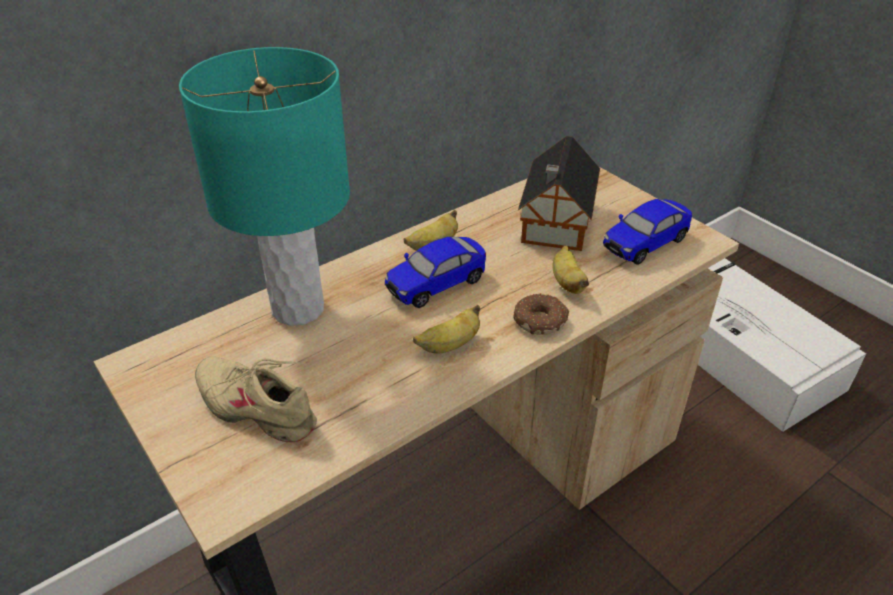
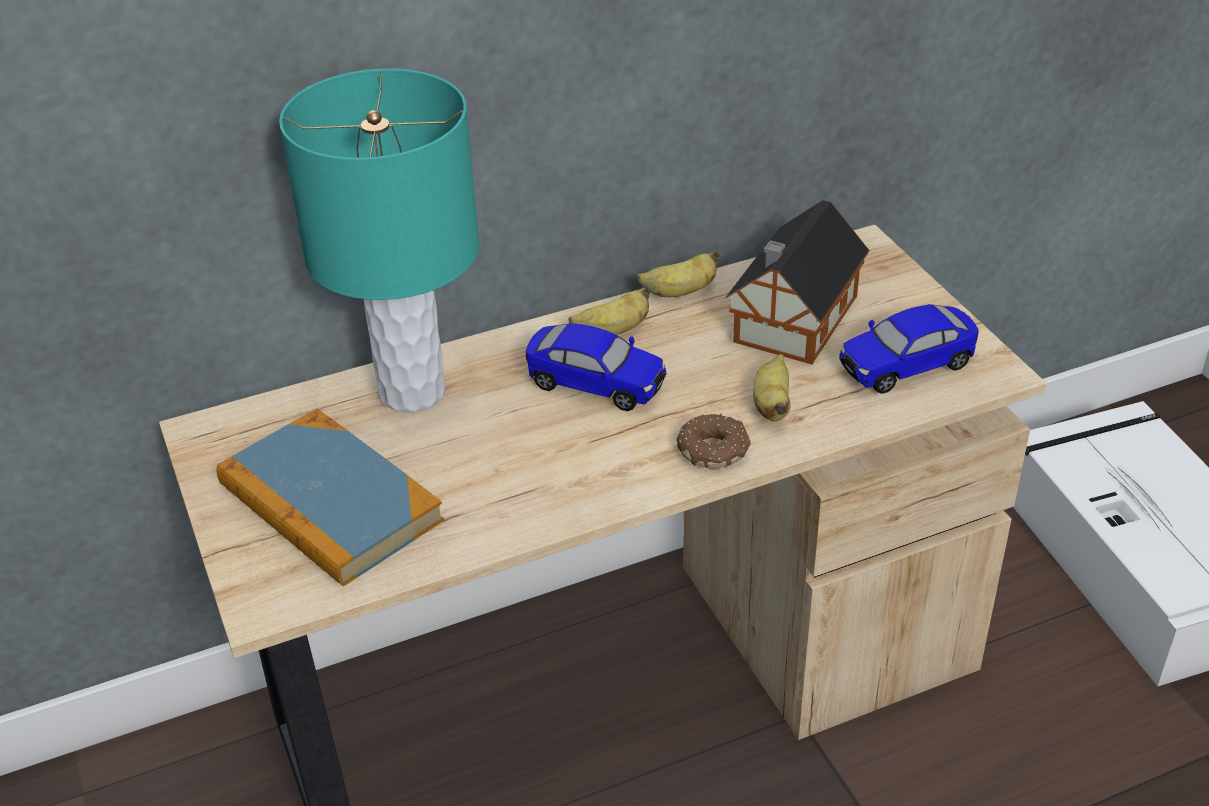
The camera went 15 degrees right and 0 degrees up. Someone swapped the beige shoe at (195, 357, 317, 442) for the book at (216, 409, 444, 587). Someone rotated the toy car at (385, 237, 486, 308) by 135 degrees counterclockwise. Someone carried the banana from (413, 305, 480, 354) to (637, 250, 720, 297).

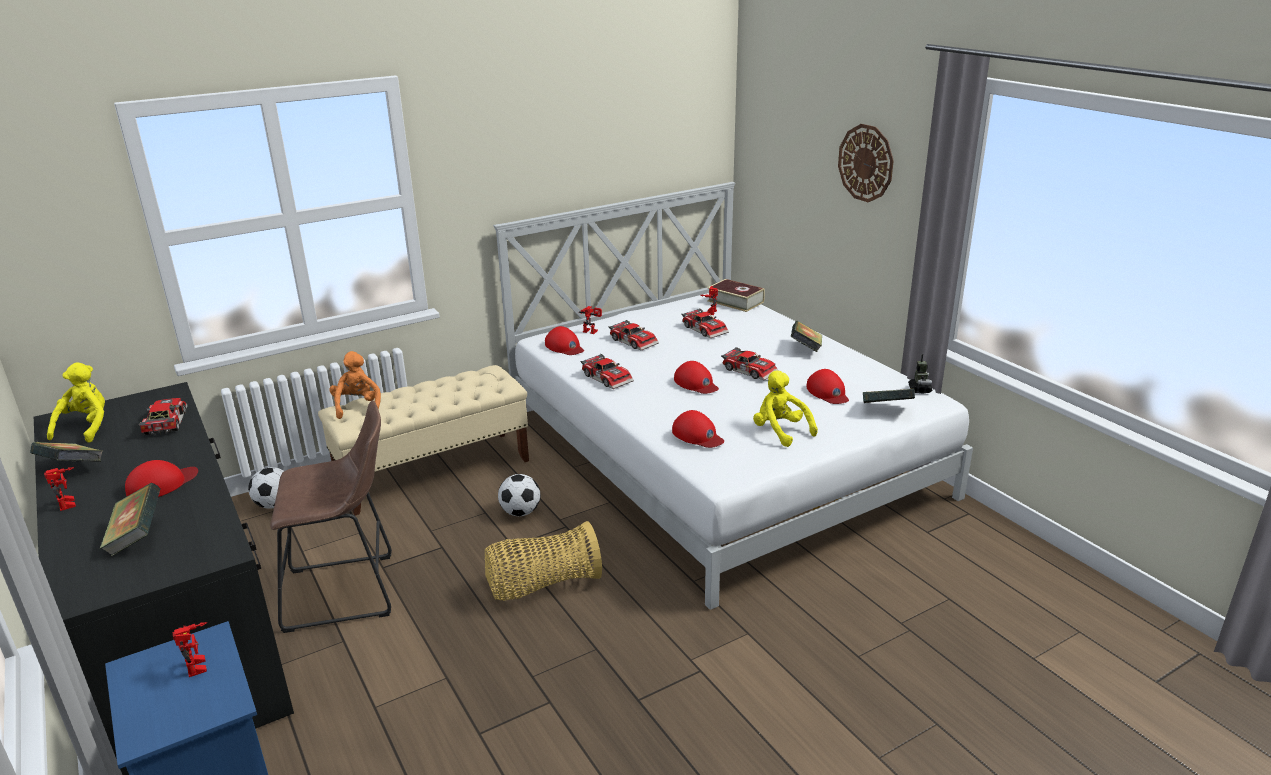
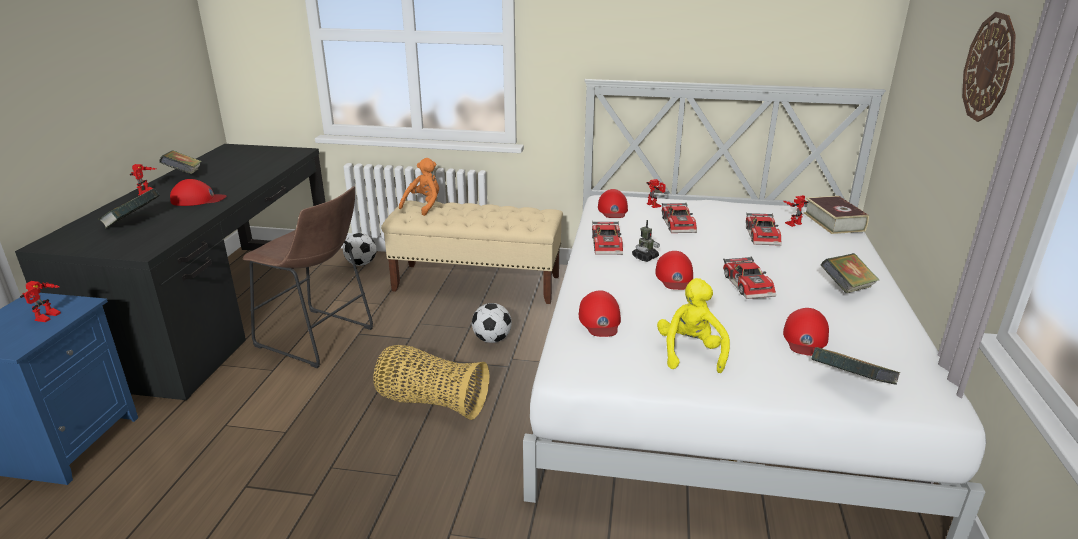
The camera went 40 degrees right and 0 degrees up. Someone took away the yellow plush toy at (47, 362, 105, 443). Someone took away the toy car at (138, 398, 188, 436). Someone carried the toy robot from (908, 354, 932, 393) to (632, 220, 660, 262).

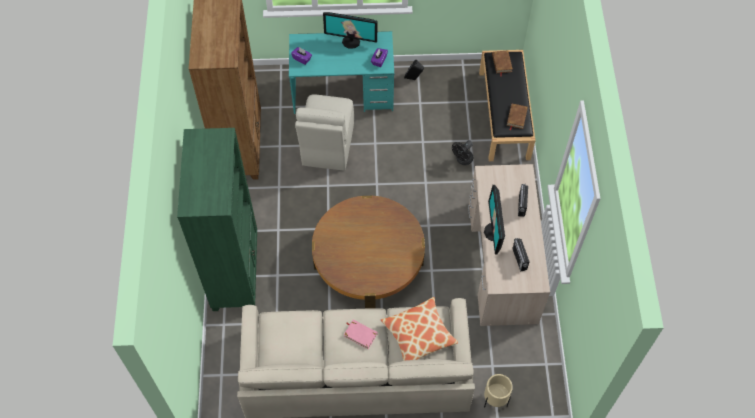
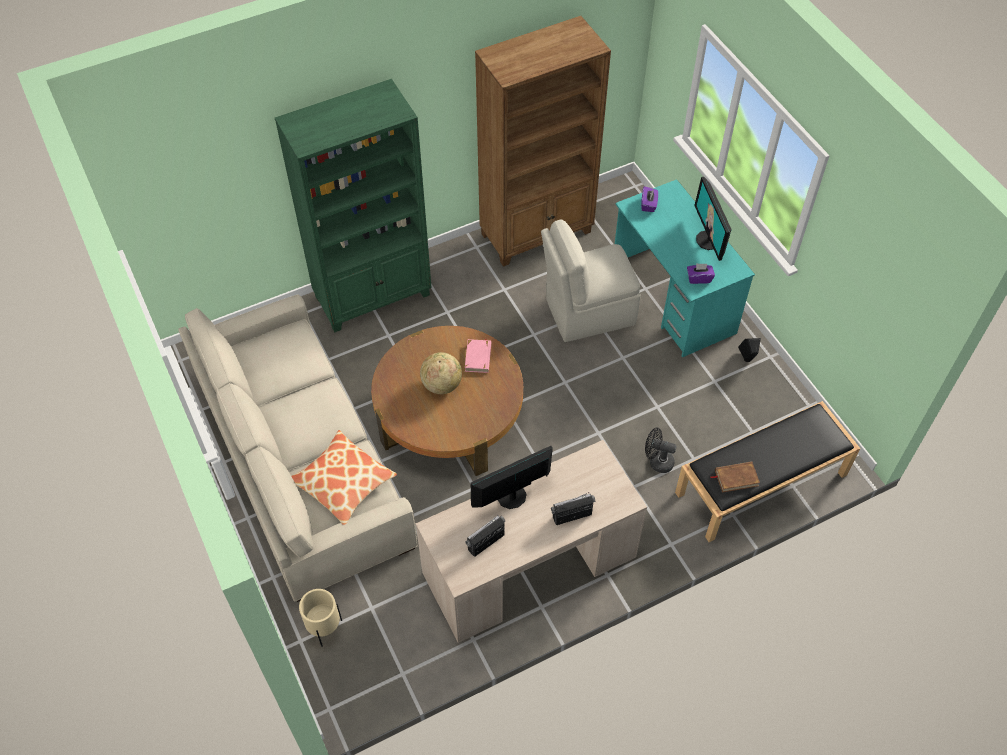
The camera went 65 degrees right and 5 degrees down. Someone carried the pink book from (344, 320, 378, 349) to (465, 339, 491, 373). Someone took away the brown book at (492, 50, 513, 77). Someone put down the globe at (420, 352, 462, 394).

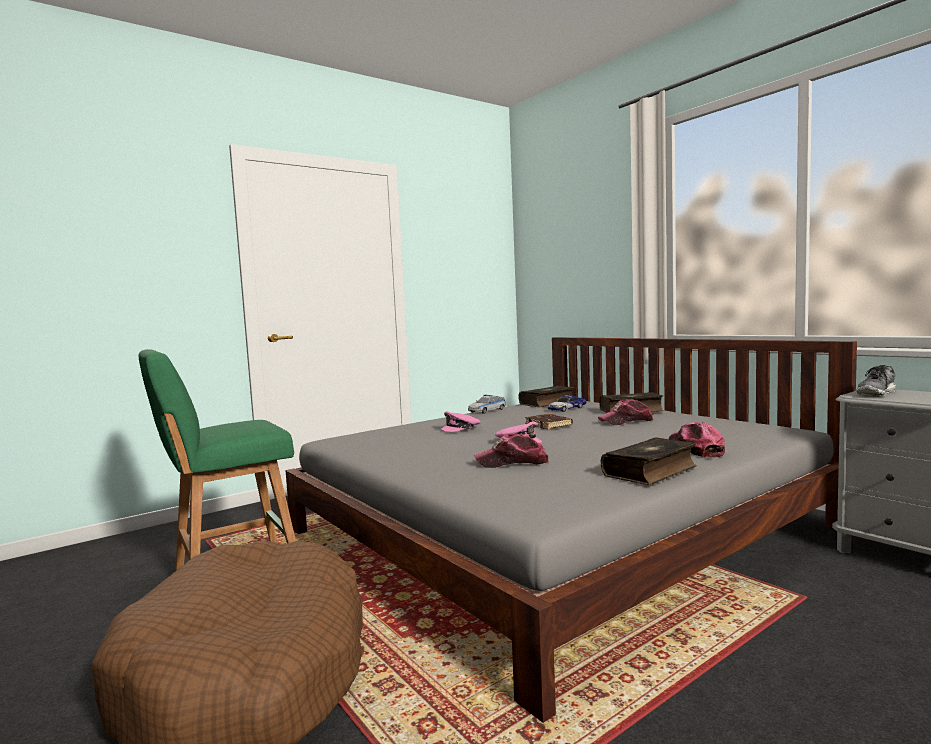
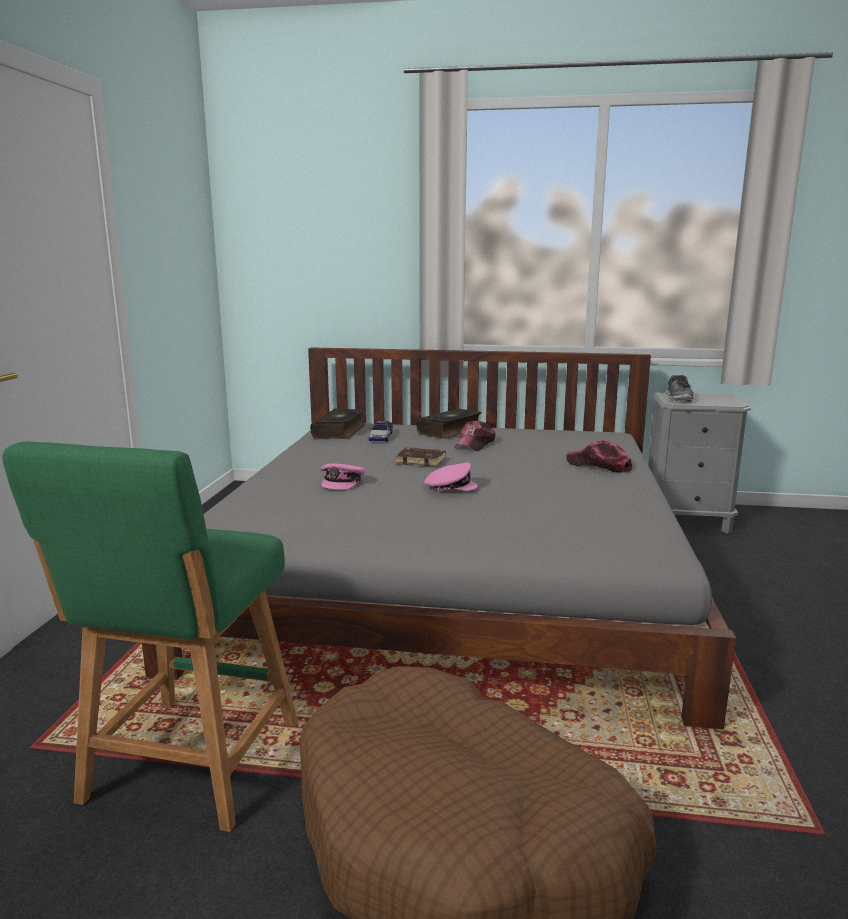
The camera went 45 degrees left and 10 degrees up. Someone took away the toy car at (468, 395, 507, 414). Someone took away the cap at (474, 434, 549, 468). Someone took away the book at (601, 437, 697, 485).

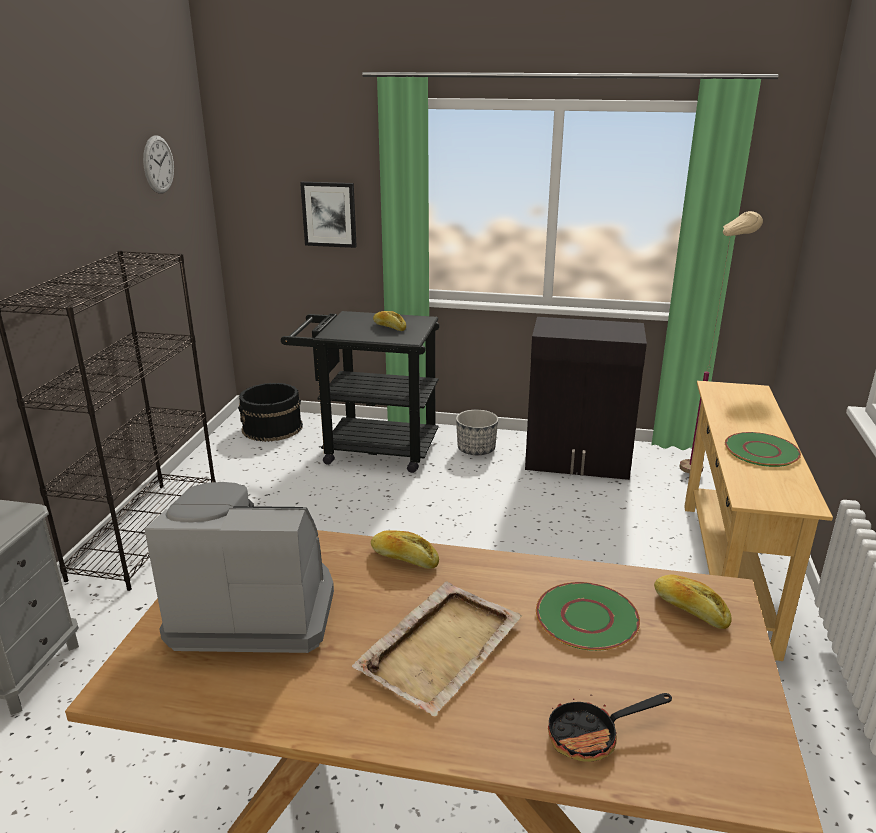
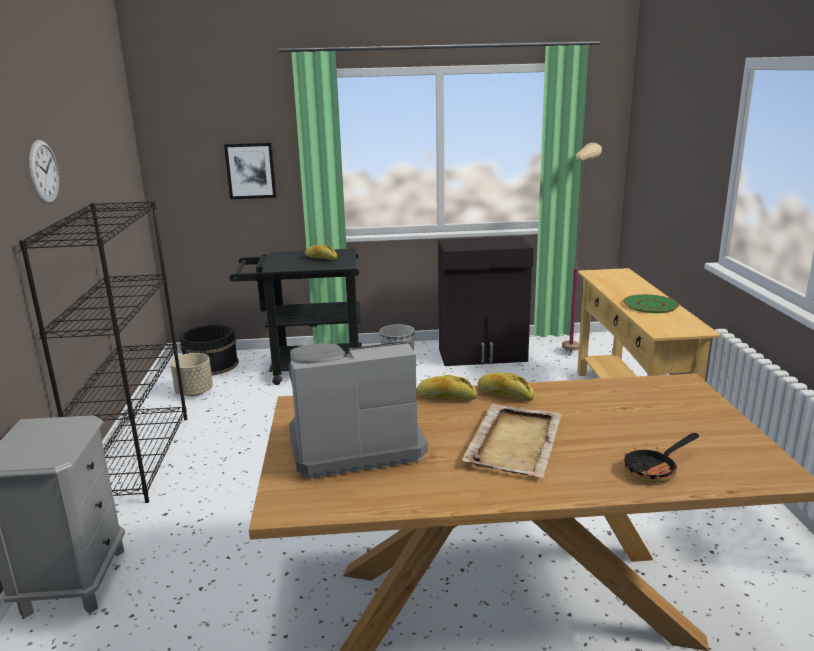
The camera went 15 degrees left and 5 degrees down. Someone carried the wall clock from (143, 135, 174, 194) to (29, 140, 59, 204). Someone took away the green plate at (536, 582, 640, 651). Someone carried the bread from (654, 575, 732, 629) to (478, 373, 534, 401). Someone put down the beige planter at (170, 353, 213, 396).

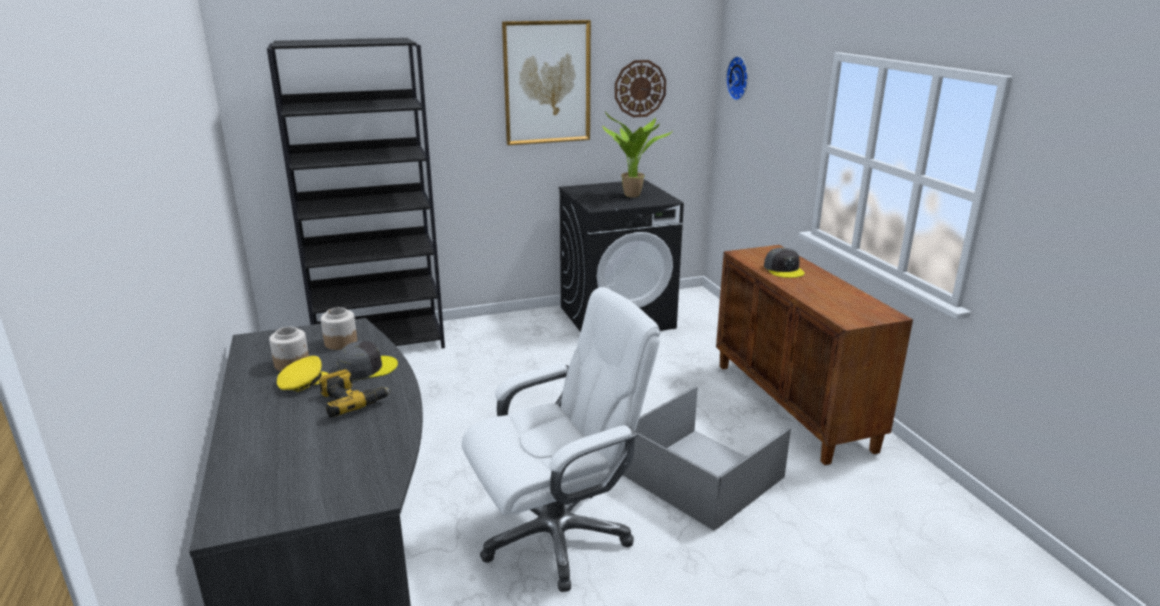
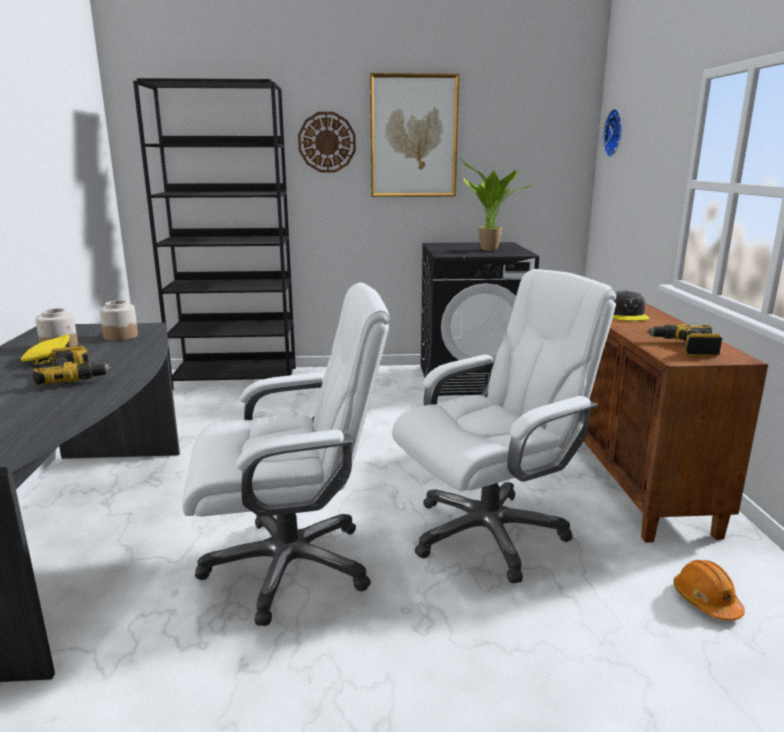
The camera went 15 degrees right and 5 degrees down. Someone took away the grey cap at (337, 341, 398, 380). Someone carried the wall clock from (615, 60, 666, 117) to (298, 112, 356, 172). Someone swapped the grey storage box at (623, 386, 791, 531) for the white office chair at (392, 269, 617, 583). Someone put down the power drill at (647, 324, 722, 357). Someone put down the orange hard hat at (673, 560, 745, 621).

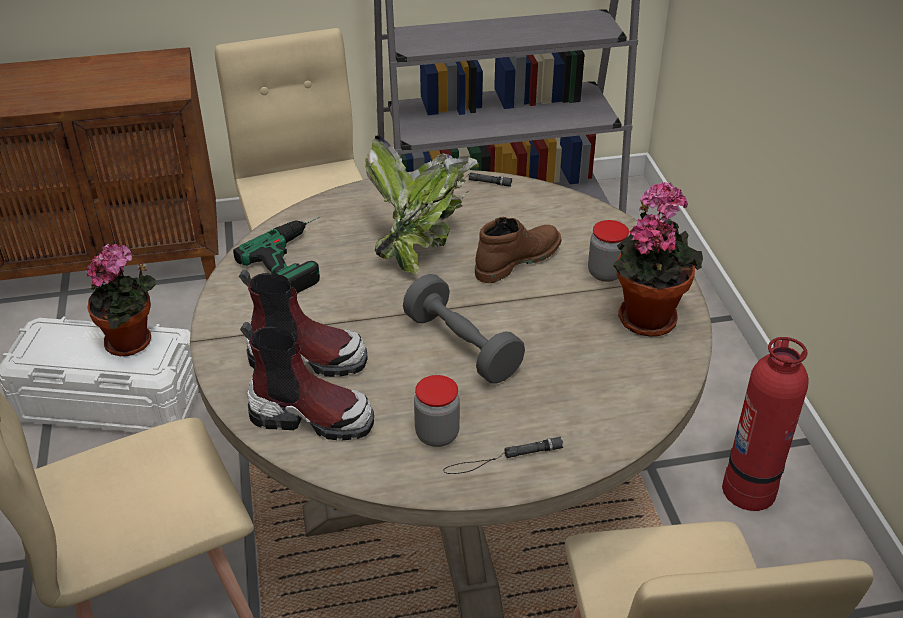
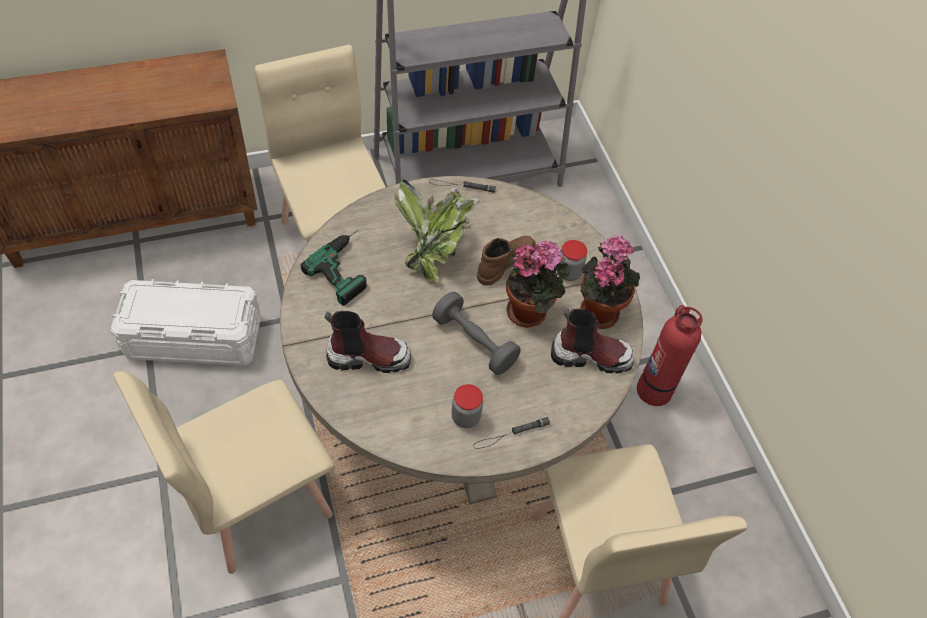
The camera went 10 degrees left and 15 degrees up. Someone carried the potted plant from (86, 244, 156, 356) to (506, 240, 571, 328). Someone carried the boot from (240, 322, 374, 440) to (551, 308, 634, 373).

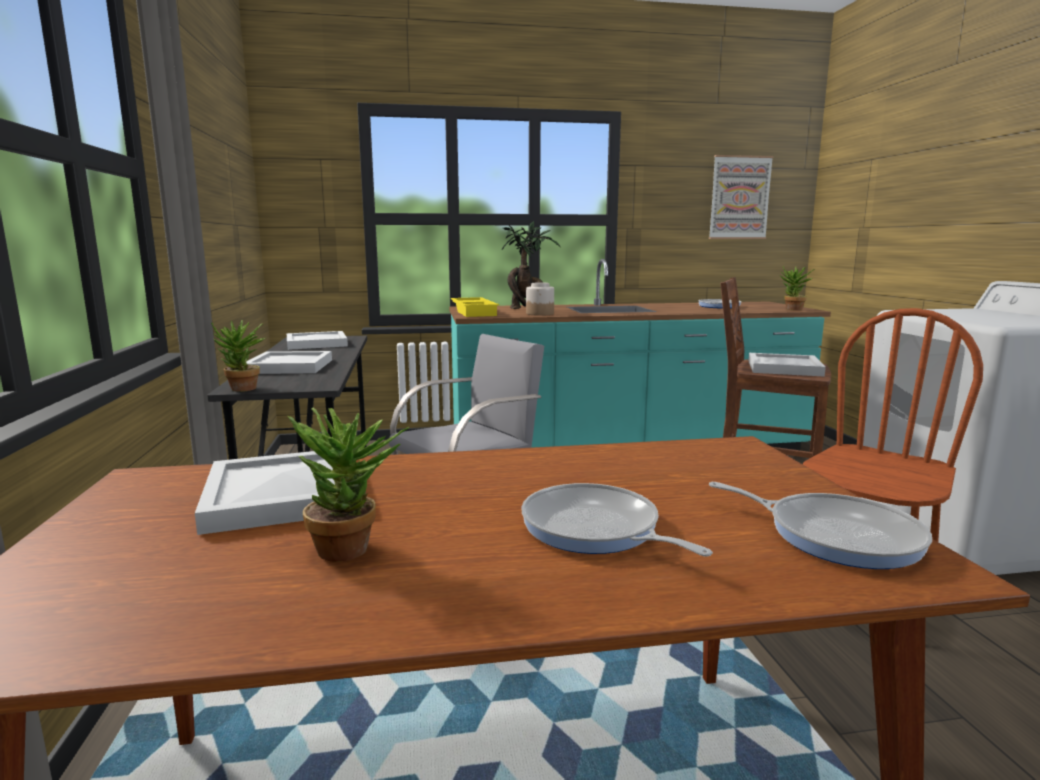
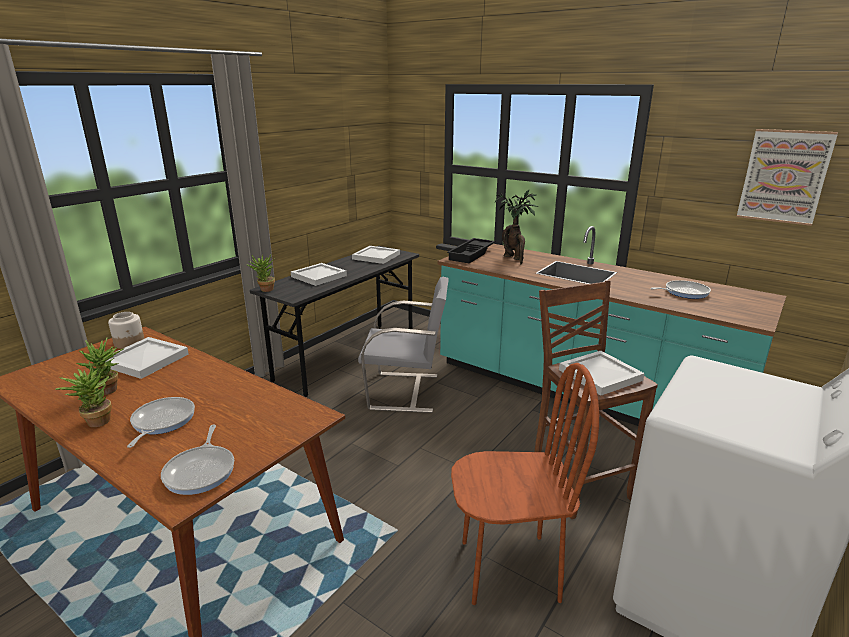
The camera went 45 degrees right and 10 degrees up. Someone repainted the yellow tray at (451, 297, 499, 317), which became the black tray at (447, 238, 495, 263). Someone carried the jar from (526, 283, 554, 316) to (108, 312, 144, 349). Someone carried the potted plant from (780, 266, 815, 310) to (55, 362, 112, 427).

